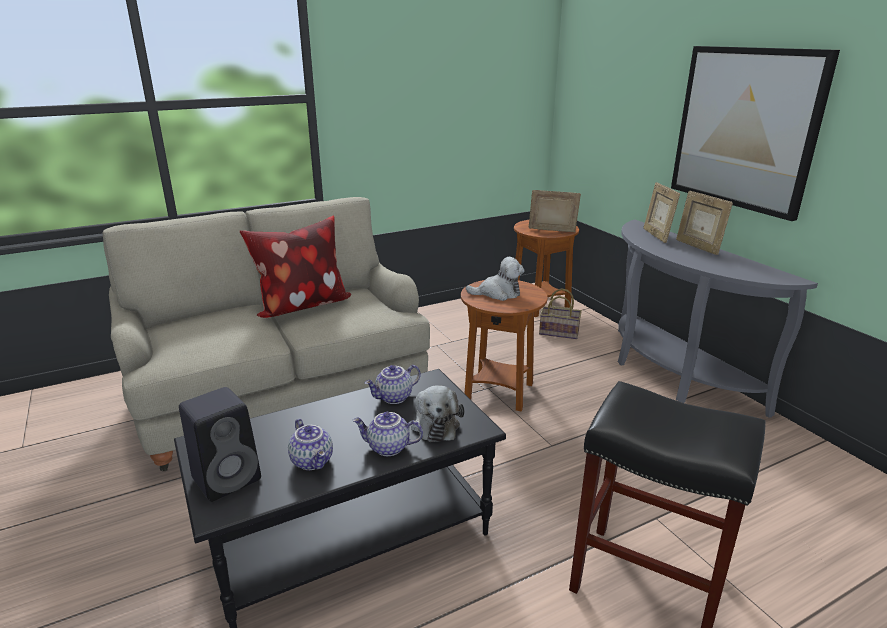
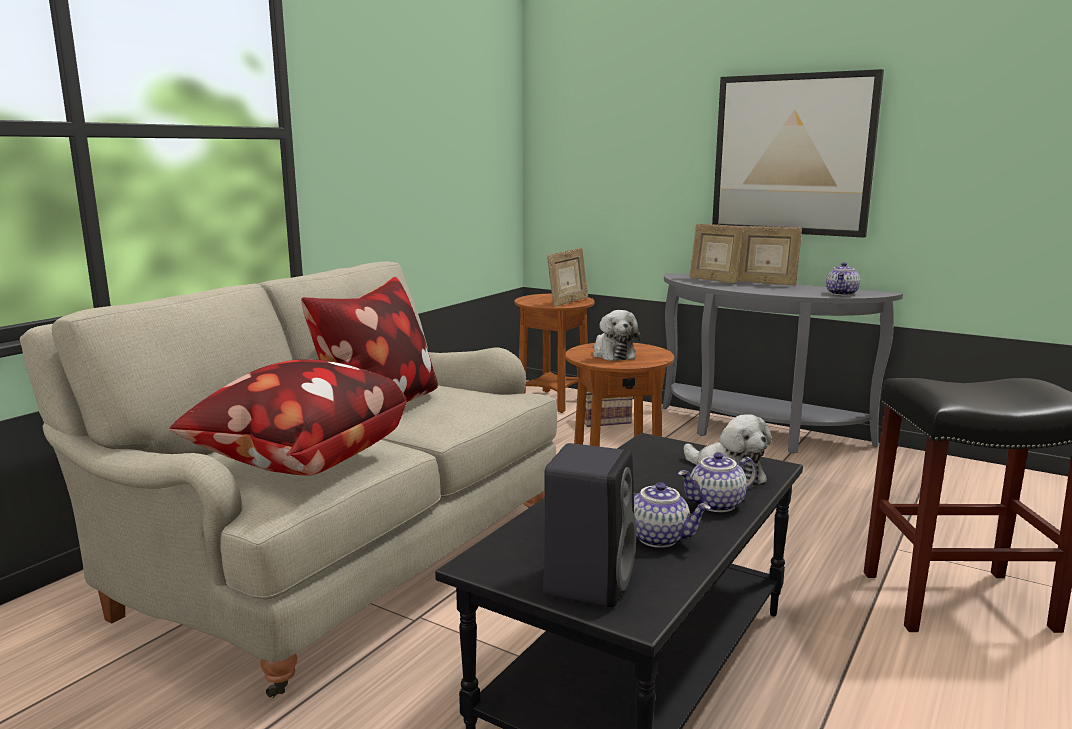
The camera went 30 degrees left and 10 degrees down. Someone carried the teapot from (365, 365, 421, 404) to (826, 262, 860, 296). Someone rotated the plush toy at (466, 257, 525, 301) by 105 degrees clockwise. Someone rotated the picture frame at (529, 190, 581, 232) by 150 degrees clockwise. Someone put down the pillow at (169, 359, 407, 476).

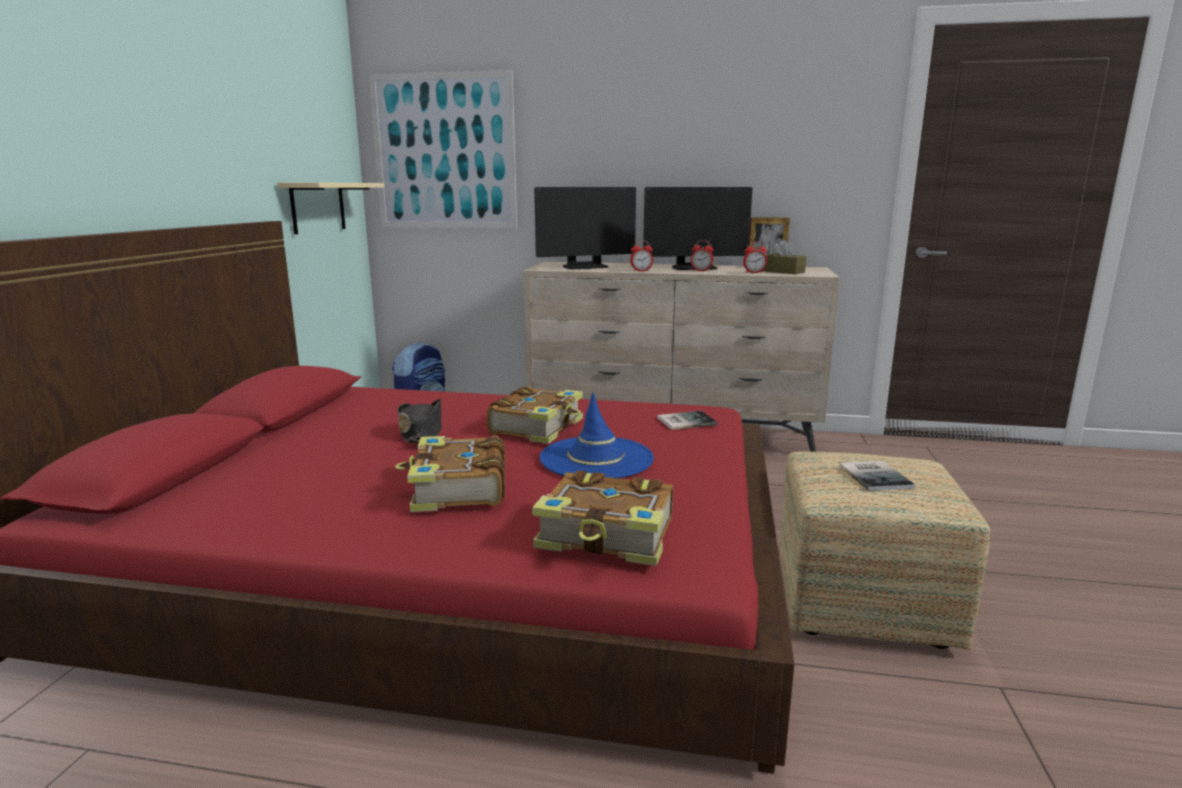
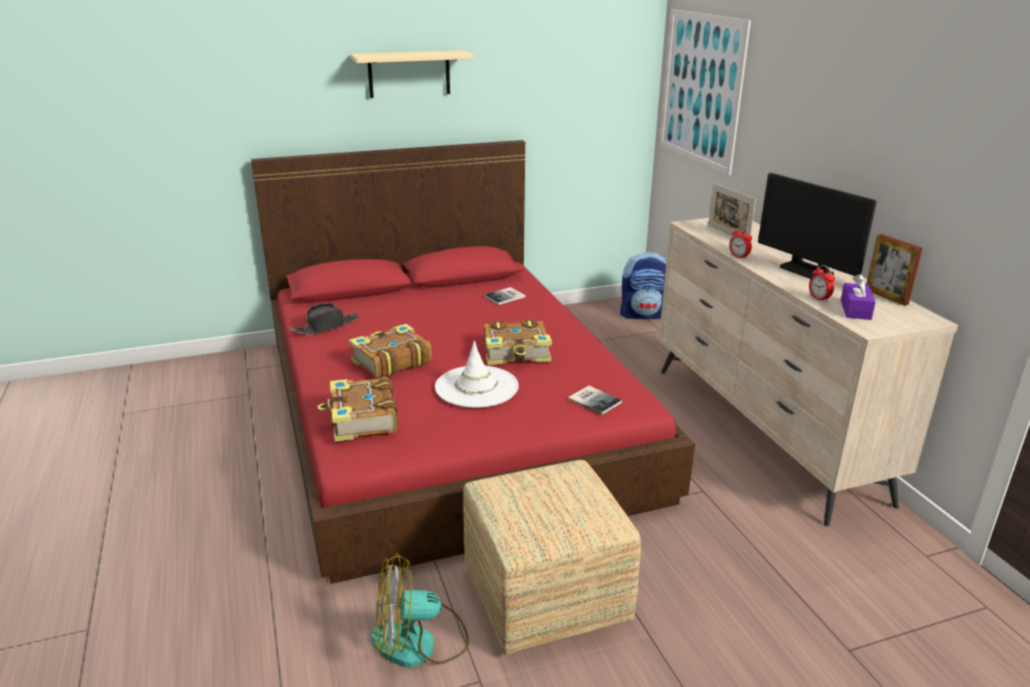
The camera went 60 degrees right and 10 degrees up. Someone carried the beige shelf from (277, 182, 384, 234) to (351, 50, 474, 98). Someone carried the black hat from (398, 399, 442, 443) to (291, 303, 359, 335). Someone swapped the monitor at (534, 187, 636, 269) for the picture frame at (708, 183, 756, 237). Someone repainted the blue hat at (540, 393, 654, 478), which became the white hat at (435, 341, 519, 408). Someone took away the alarm clock at (691, 240, 714, 272). Someone repainted the brown tissue box at (762, 239, 806, 274), which became the purple tissue box at (841, 274, 876, 320). Someone carried the book from (839, 461, 915, 491) to (484, 287, 525, 305). Someone put down the fan at (371, 553, 469, 668).

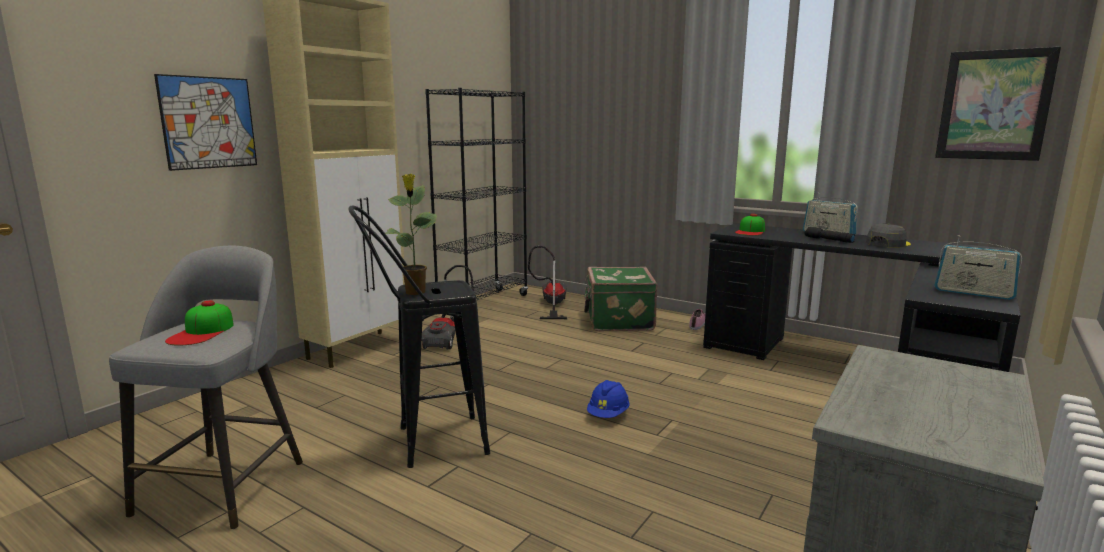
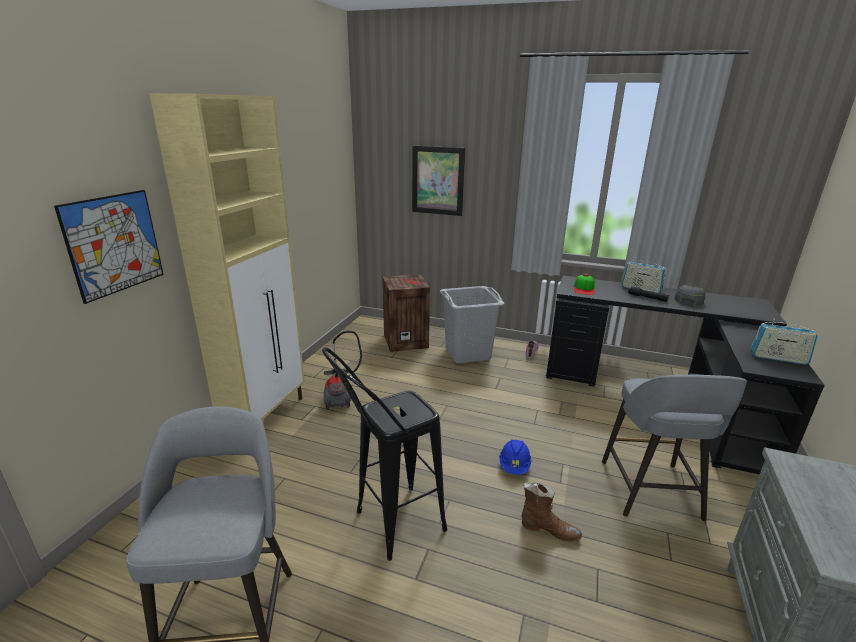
The camera went 15 degrees left and 10 degrees up. Someone took away the cap at (165, 301, 234, 346). Someone took away the potted plant at (385, 174, 437, 295). Someone took away the black bookcase at (425, 88, 528, 301). Someone swapped the vacuum cleaner at (528, 246, 567, 319) for the crate at (383, 274, 430, 352). Someone swapped the green suitcase at (584, 267, 658, 331) for the grey laundry basket at (440, 286, 504, 364). Someone carried the picture from (935, 46, 1061, 161) to (412, 146, 465, 216). Someone put down the brown boot at (521, 482, 582, 542). Someone put down the grey stool at (602, 374, 747, 521).

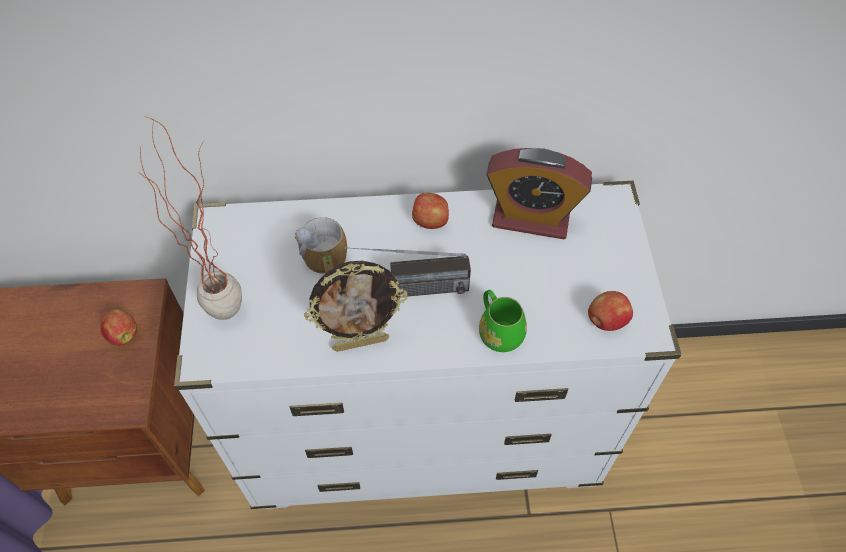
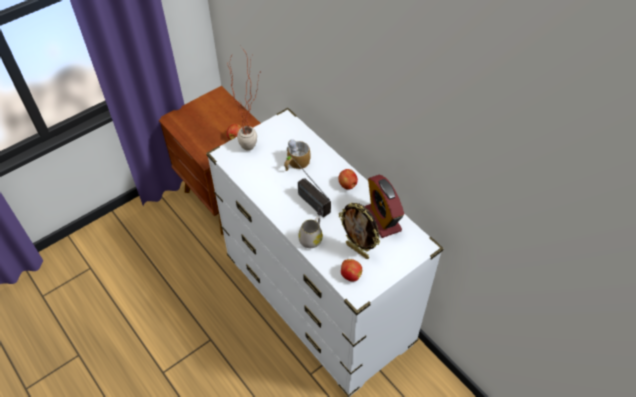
The camera went 55 degrees right and 5 degrees down. Someone carried the picture frame from (304, 261, 407, 352) to (339, 203, 380, 259). Someone repainted the green mug at (479, 290, 527, 352), which became the white mug at (298, 217, 323, 248).

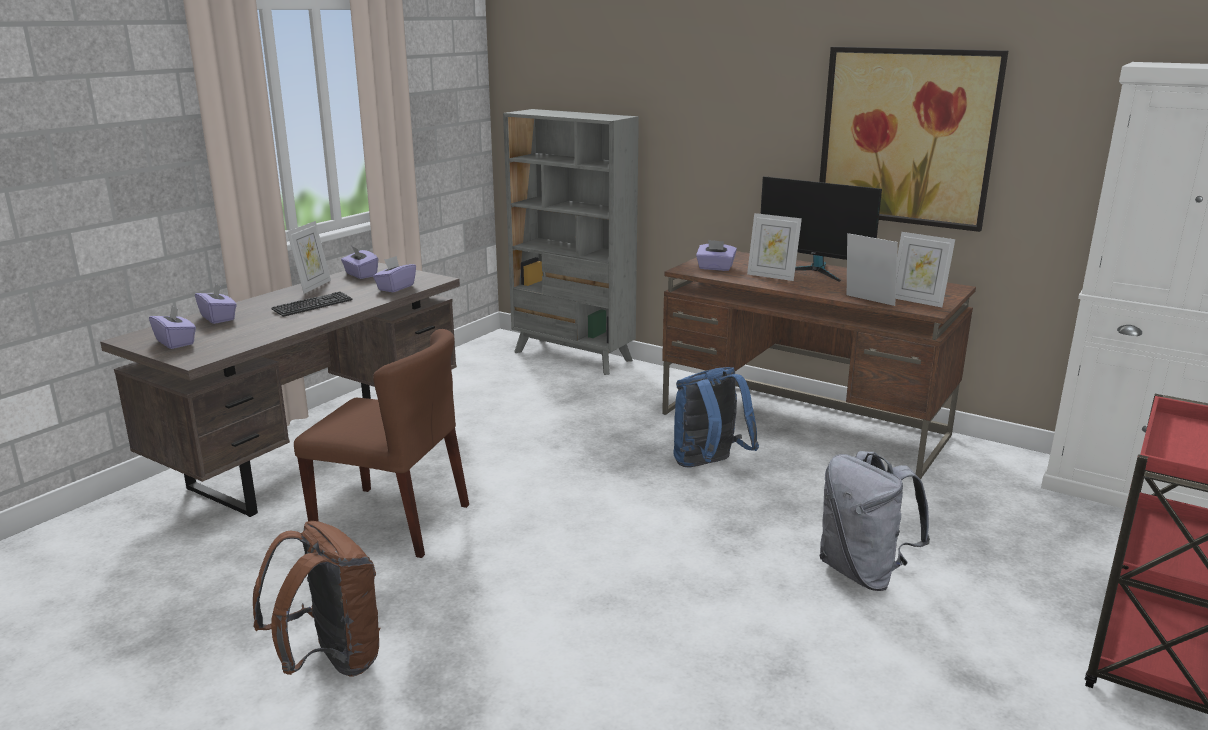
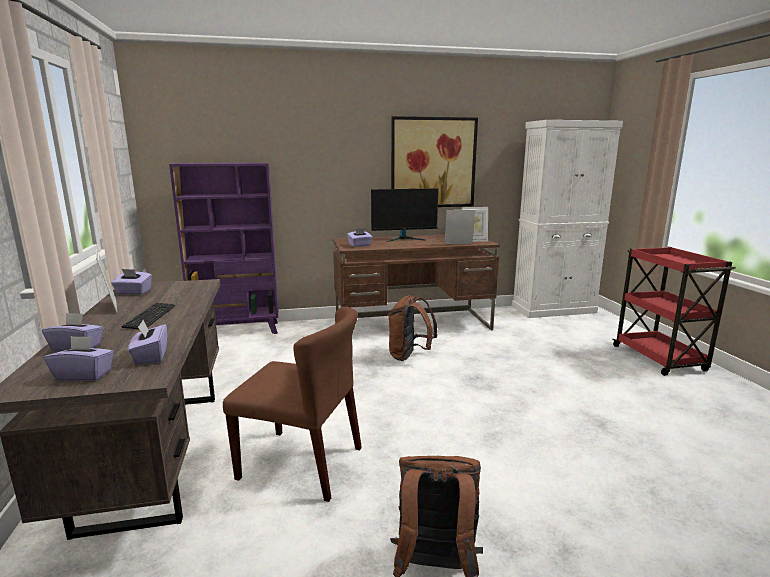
The camera went 45 degrees left and 5 degrees down. Someone rotated the brown chair at (294, 329, 469, 558) by 45 degrees clockwise. Someone carried the purple tissue box from (373, 256, 416, 292) to (128, 320, 167, 365). Someone repainted the grey bookcase at (503, 109, 639, 375), which became the purple bookcase at (169, 163, 278, 334). Someone repainted the blue backpack at (673, 367, 759, 468), which became the brown backpack at (388, 295, 438, 361). Someone took away the picture frame at (747, 213, 802, 281). Someone took away the grey backpack at (819, 451, 930, 591).

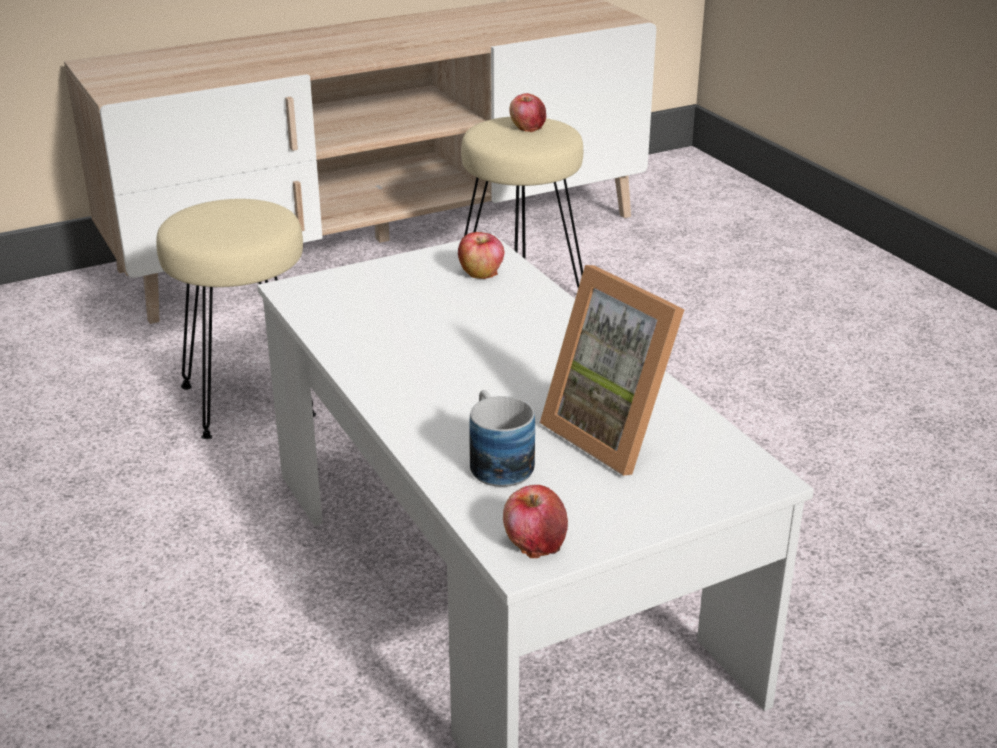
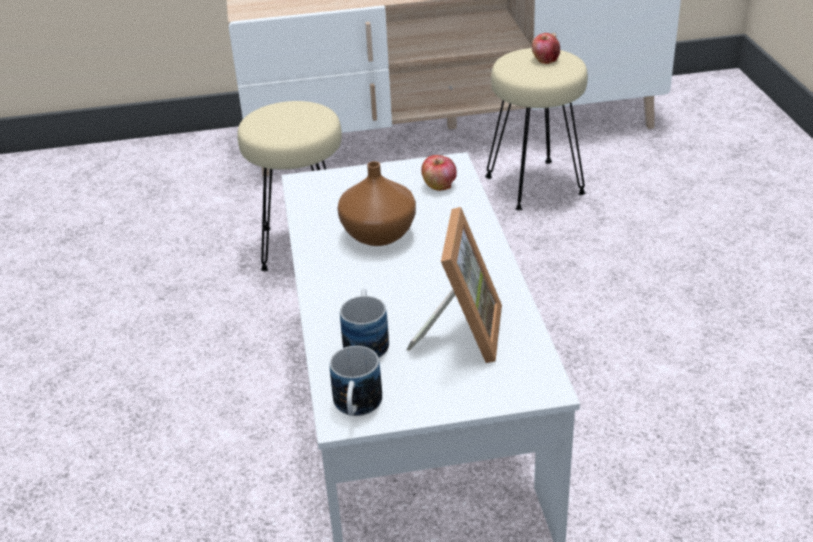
The camera went 20 degrees right and 5 degrees up. Someone swapped the apple at (503, 485, 568, 559) for the mug at (330, 346, 382, 416). Someone rotated the picture frame at (540, 265, 685, 476) by 150 degrees counterclockwise. Someone put down the brown vase at (338, 161, 416, 246).

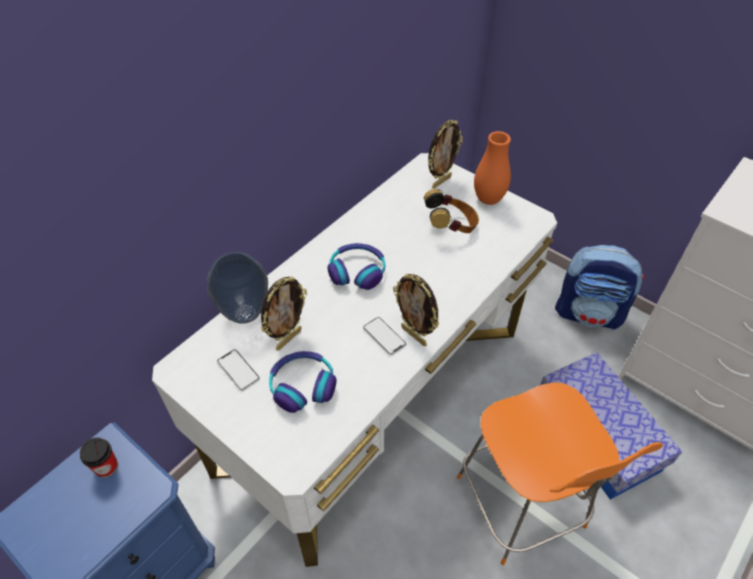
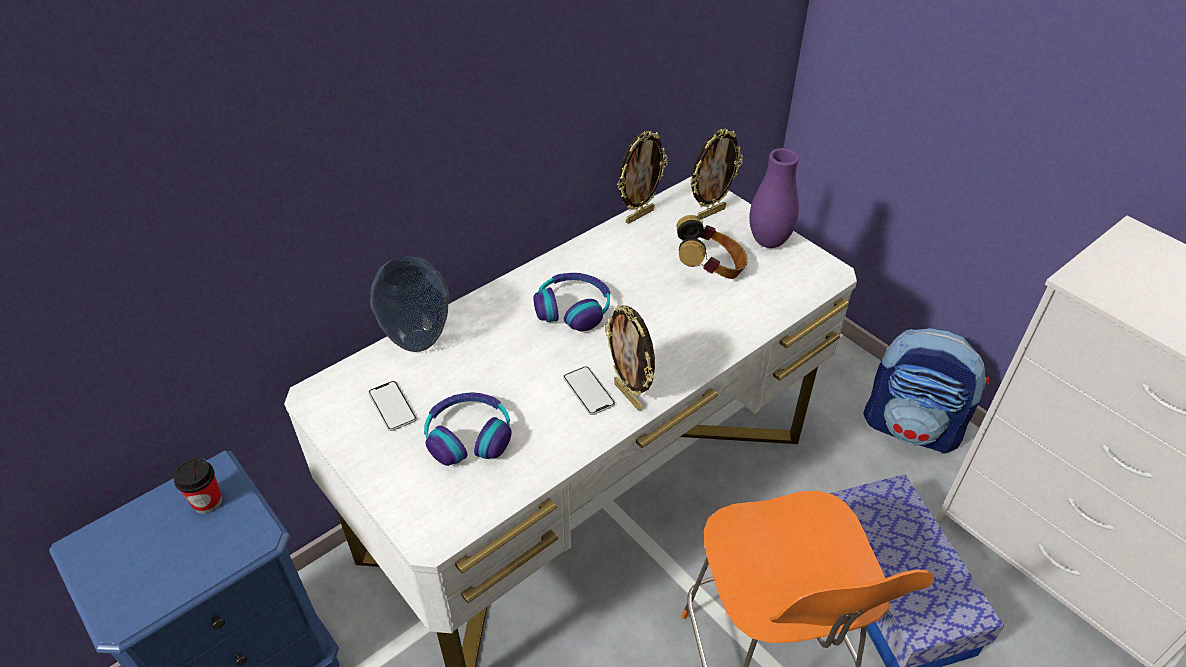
The camera went 10 degrees right and 5 degrees down. Someone carried the picture frame from (261, 276, 307, 351) to (617, 131, 668, 224). Someone repainted the orange vase at (474, 131, 511, 205), which became the purple vase at (749, 148, 799, 248).

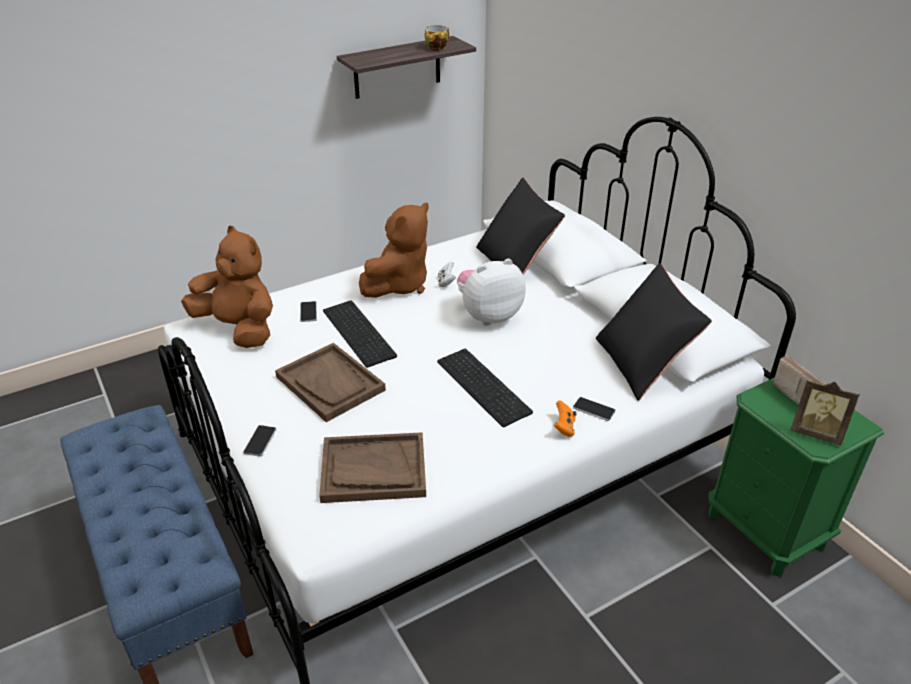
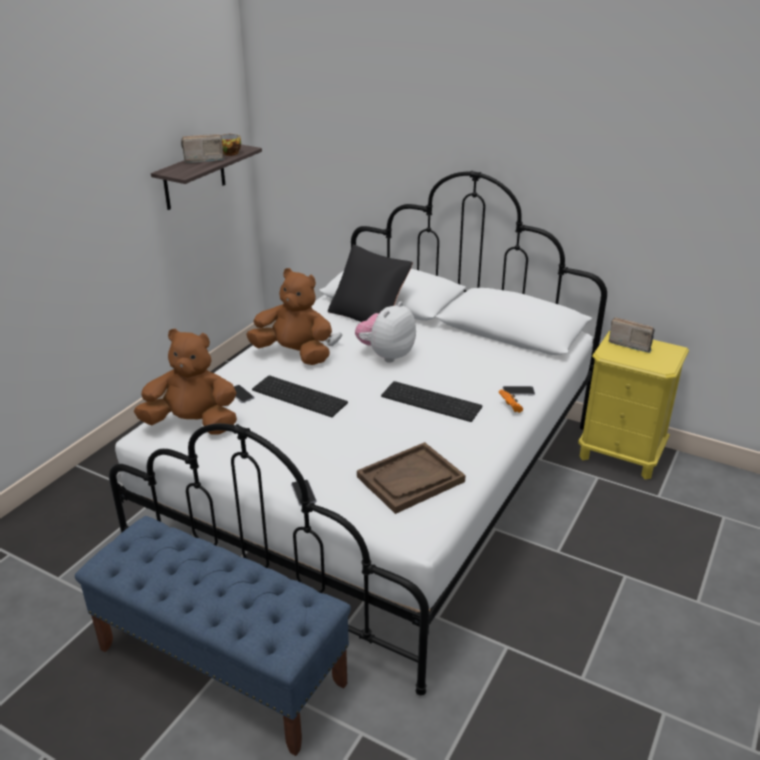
The camera went 30 degrees left and 5 degrees down. Someone took away the brown tray at (275, 343, 386, 422). Someone rotated the brown plush toy at (359, 202, 429, 298) by 75 degrees counterclockwise. Someone took away the black pillow at (596, 263, 712, 401). Someone repainted the green nightstand at (708, 377, 884, 577), which became the yellow nightstand at (578, 331, 689, 480). Someone took away the picture frame at (791, 379, 860, 445). Someone put down the radio at (181, 134, 225, 163).

